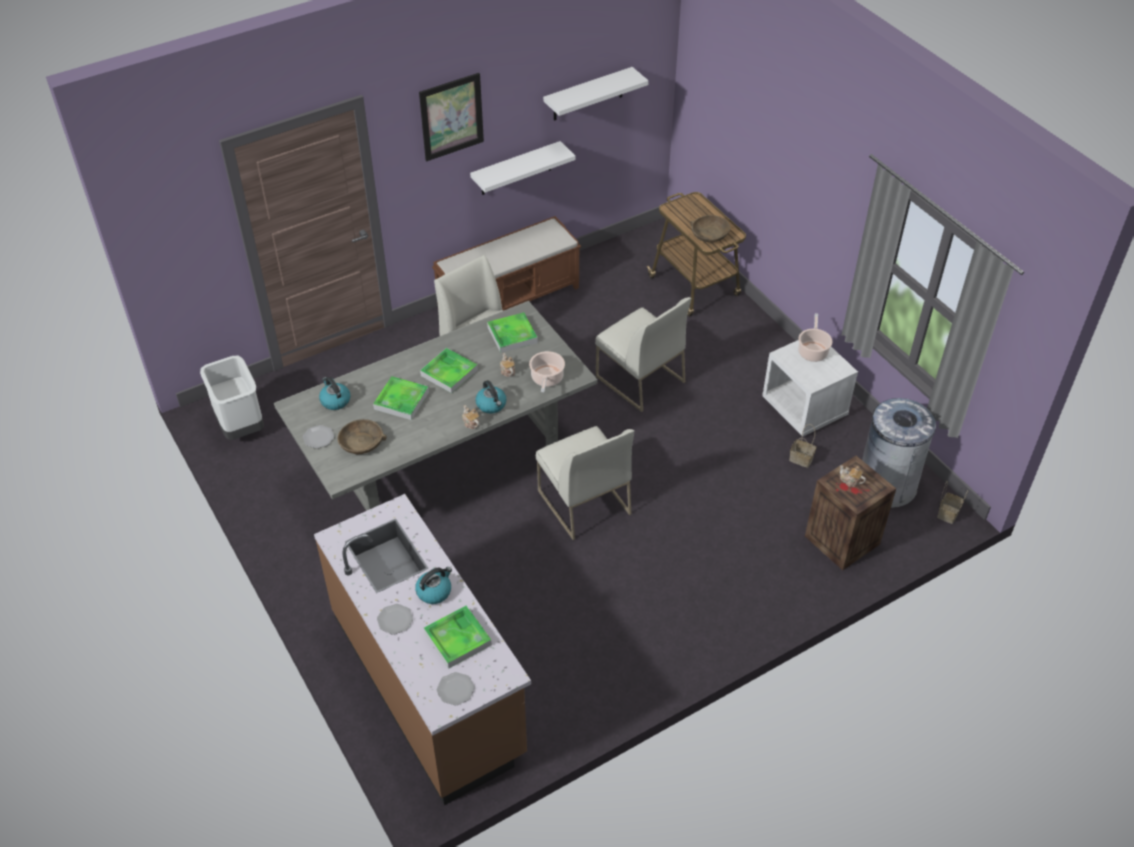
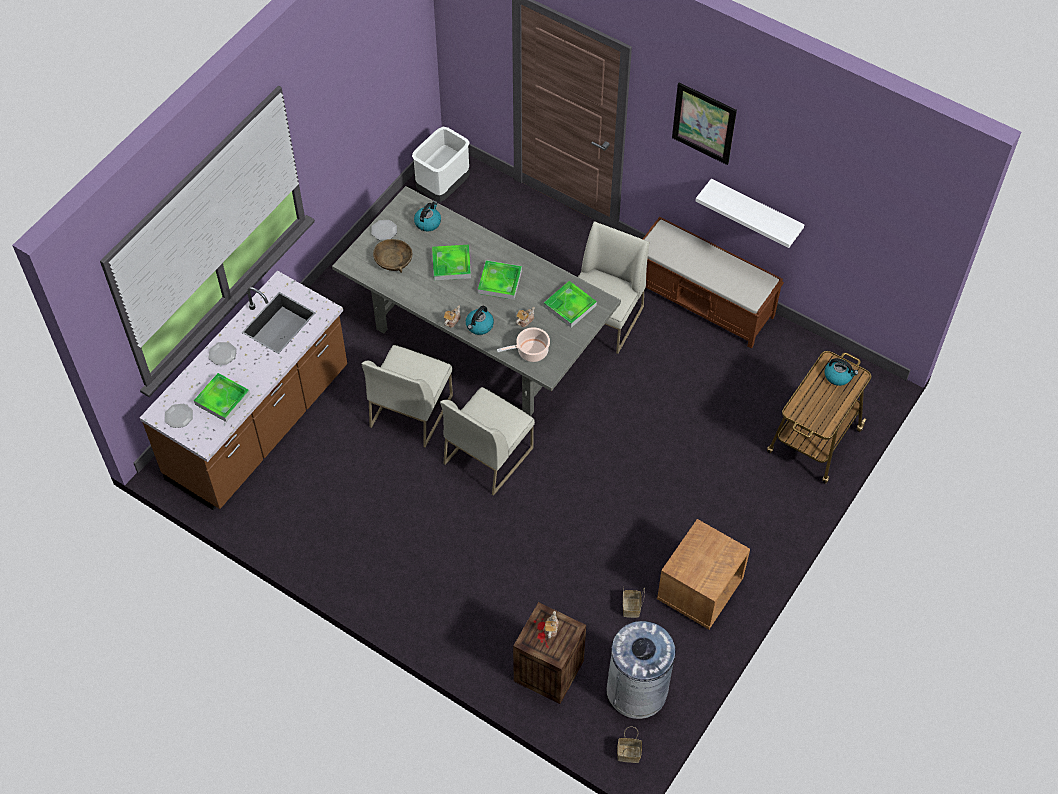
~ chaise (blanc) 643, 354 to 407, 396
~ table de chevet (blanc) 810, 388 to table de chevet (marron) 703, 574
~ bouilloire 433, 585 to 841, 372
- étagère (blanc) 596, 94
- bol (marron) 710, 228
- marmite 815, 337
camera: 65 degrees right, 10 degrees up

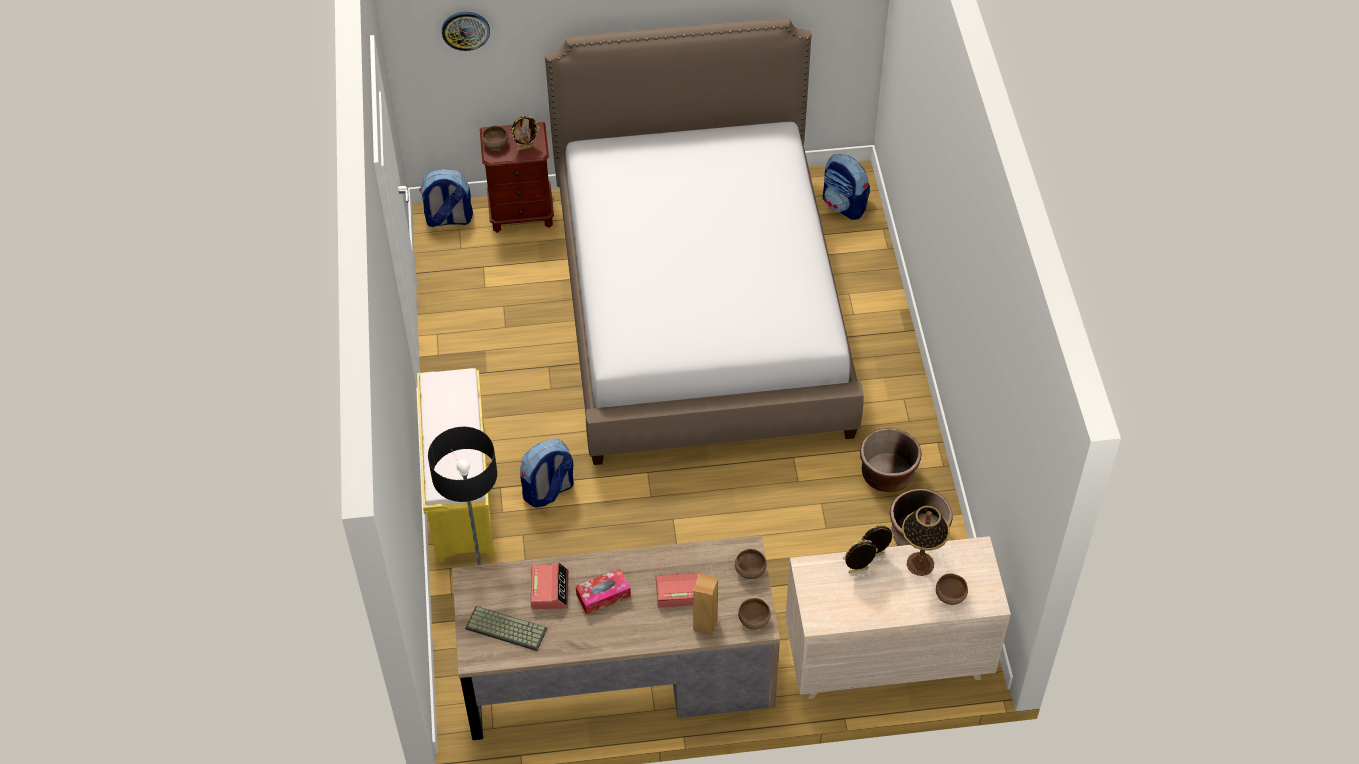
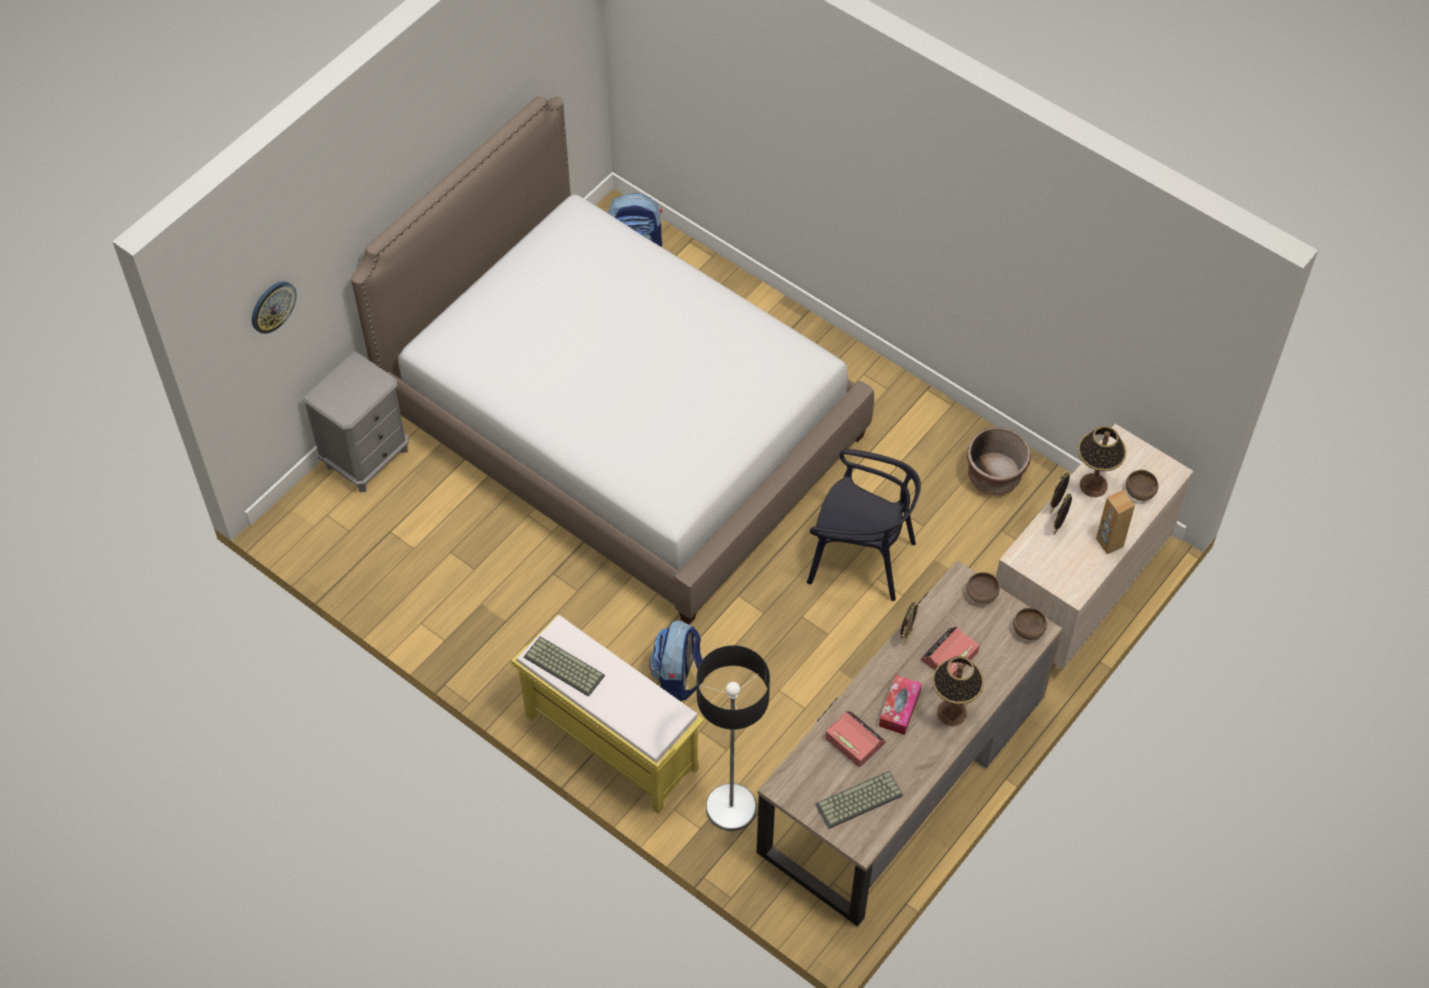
~ table de chevet (marron) 517, 177 to table de chevet (gris) 355, 421
+ clavier 564, 666
+ chaise (noir) 864, 525
~ cadre photo 524, 133 to 909, 623
+ lampe de table 958, 691
~ enceinte (marron) 705, 604 to 1115, 522
- sac à dos 446, 198
- bol (marron) 495, 137
- cache-pot (marron) 891, 460
camera: 45 degrees left, 5 degrees up

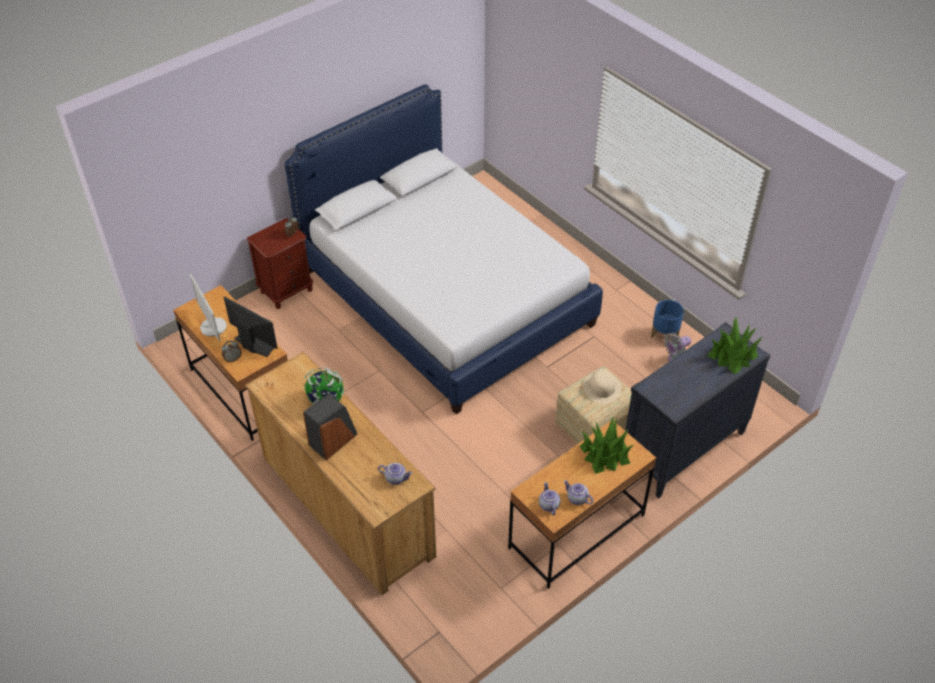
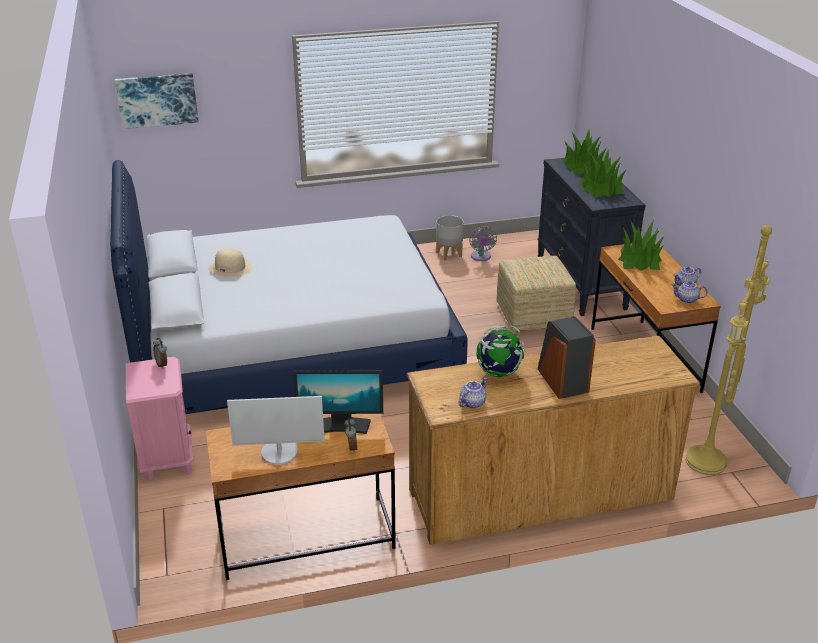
+ tableau 157, 101
~ table de chevet (marron) 279, 263 to table de chevet (rose) 160, 419
~ chapeau (beige) 602, 386 to 230, 262
~ écran d'ordinateur 251, 326 = 338, 402 150 degrees counterclockwise
~ cache-pot (bleu) 667, 323 to cache-pot (gris) 450, 238
~ théière 395, 474 to 473, 393
+ plante en pot 603, 174
+ lampadaire (jaune) 728, 350
camera: 65 degrees left, 15 degrees down

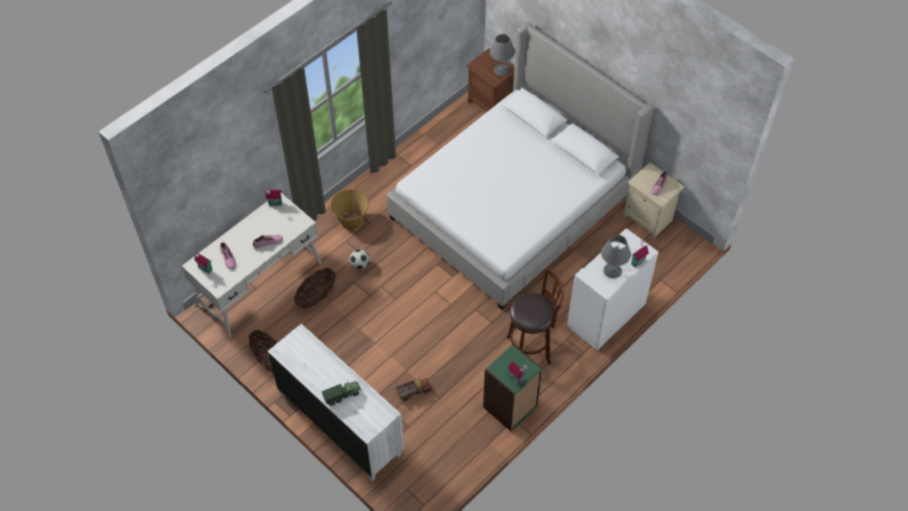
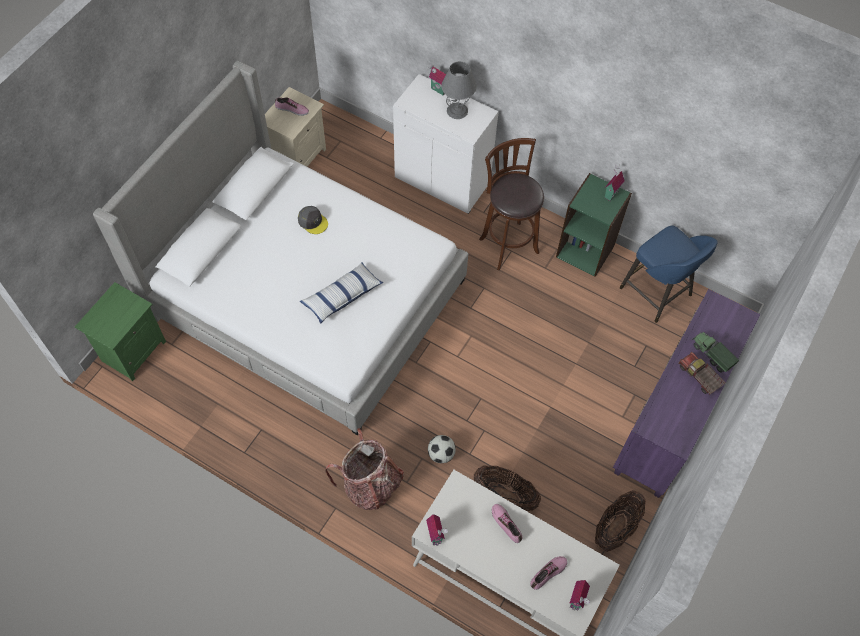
~ table de chevet (marron) 490, 80 to table de chevet (vert) 120, 332
+ casquette (gris) 313, 220
+ coussin 341, 293
~ panier 349, 209 to sac à dos 365, 469
~ commode (blanc) 336, 402 to commode (violet) 686, 393
+ tabouret (bleu) 669, 274
~ camion jouet 414, 389 to 702, 373
- lampe de table (gris) 502, 55
camera: 105 degrees left, 5 degrees up

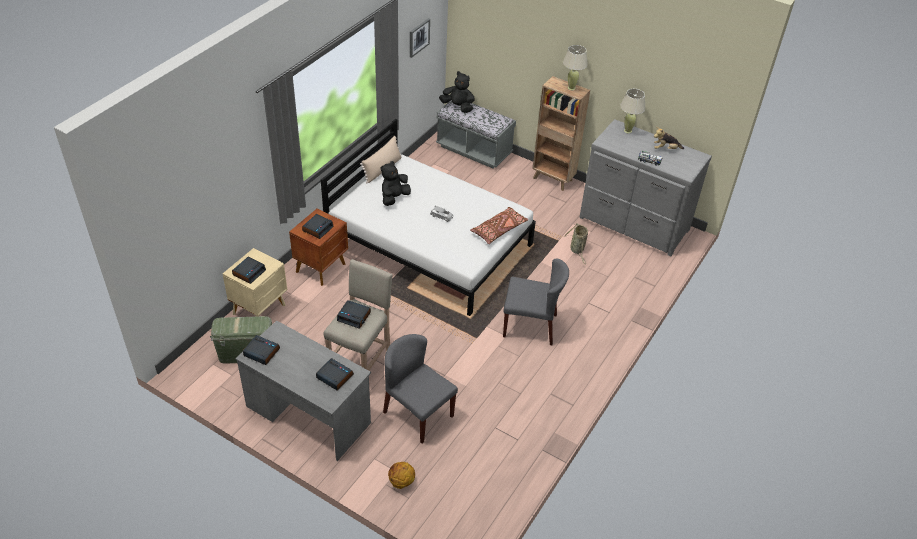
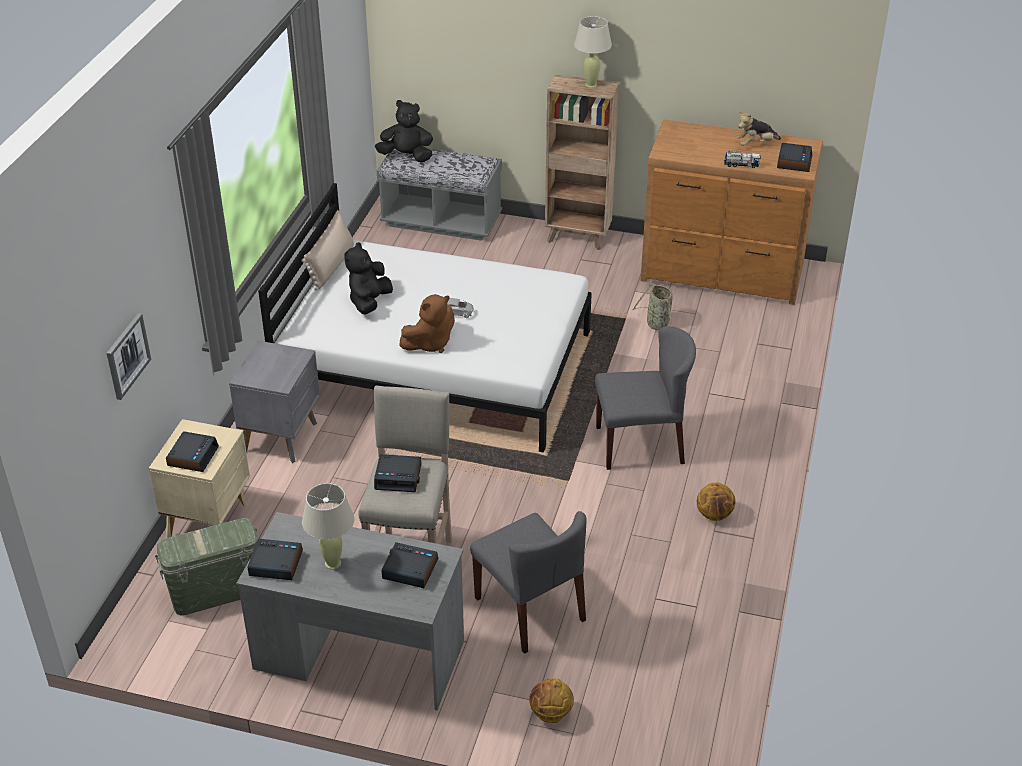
~ tableau 420, 38 to 129, 356
~ table de chevet (marron) 318, 247 to table de chevet (gris) 274, 402
~ lampe de table (beige) 632, 111 to 328, 526
+ peluche (marron) 427, 323
~ chaise (gris) 420, 388 = 528, 582 150 degrees counterclockwise
~ commode (gris) 645, 188 to commode (marron) 731, 212
+ ballon de basket 716, 501
~ réveil 318, 226 to 794, 157
- coussin (marron) 499, 225
camera: 15 degrees left, 5 degrees down

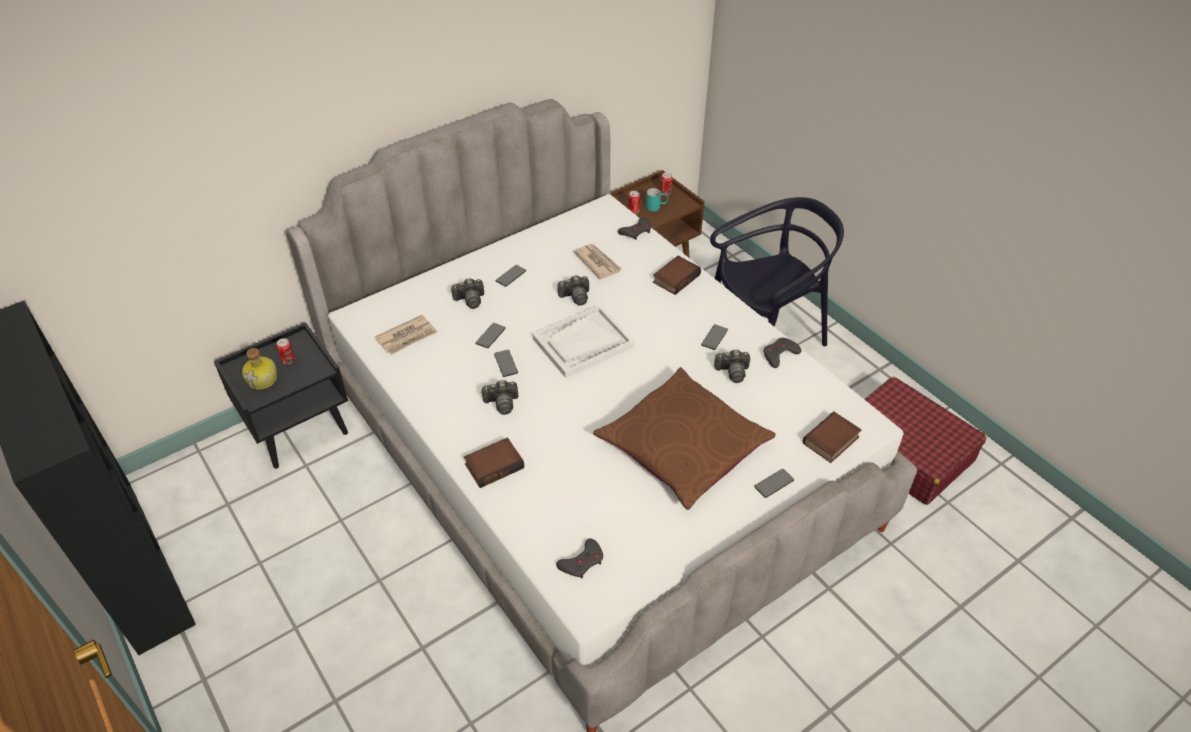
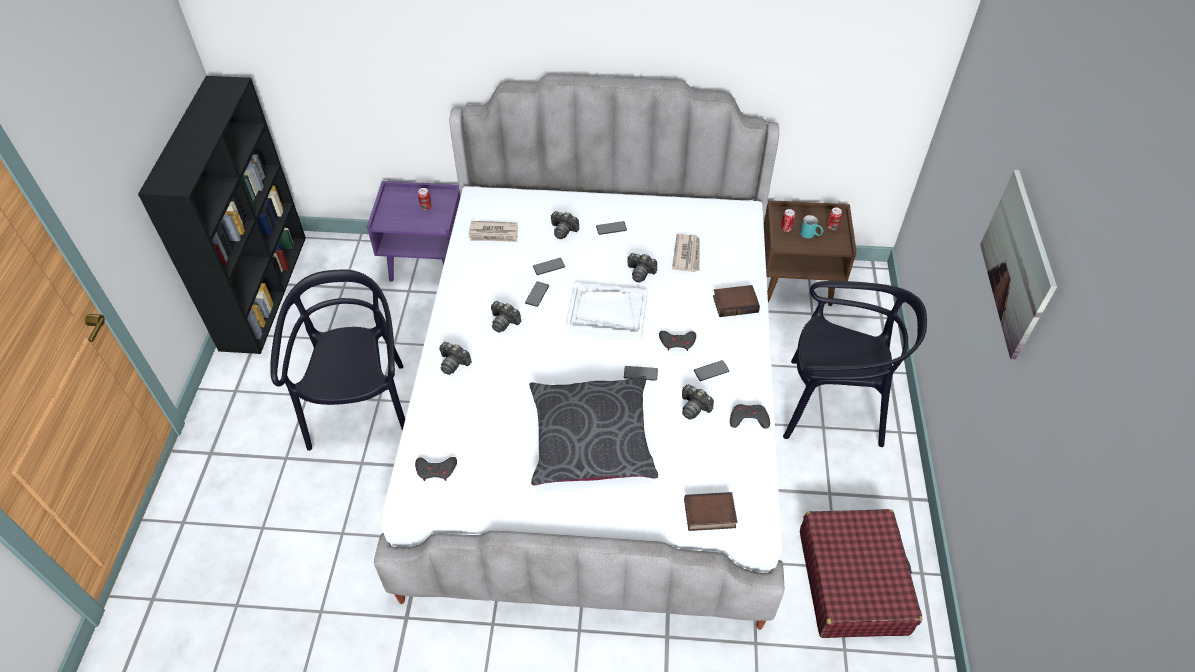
+ chaise (noir) 337, 360
~ table de chevet (noir) 281, 395 to table de chevet (violet) 413, 231
~ livre 494, 463 to appareil photo 455, 358
~ coussin (marron) 684, 438 to coussin (gris) 593, 431
~ téléphone 774, 483 to 641, 373
~ manette (gris) 635, 229 to 677, 341
+ tableau 1018, 264
- bouteille 259, 368
camera: 40 degrees right, 5 degrees up

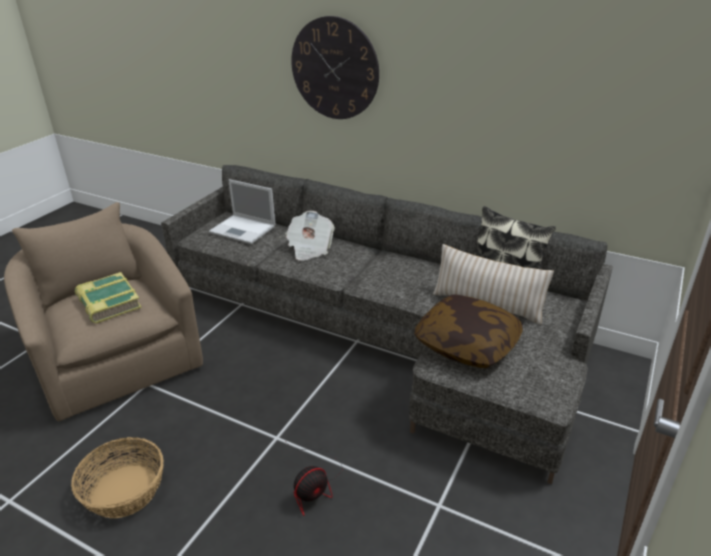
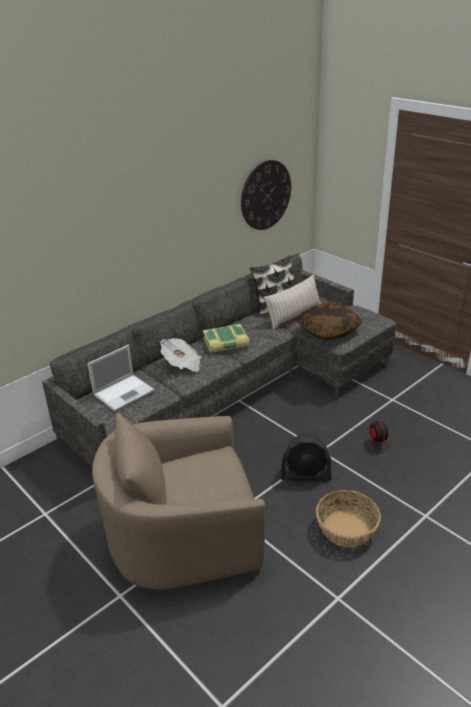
~ livre 108, 298 to 226, 338
~ horloge murale 335, 67 to 266, 195
+ ventilateur (noir) 306, 457
camera: 70 degrees left, 0 degrees up

